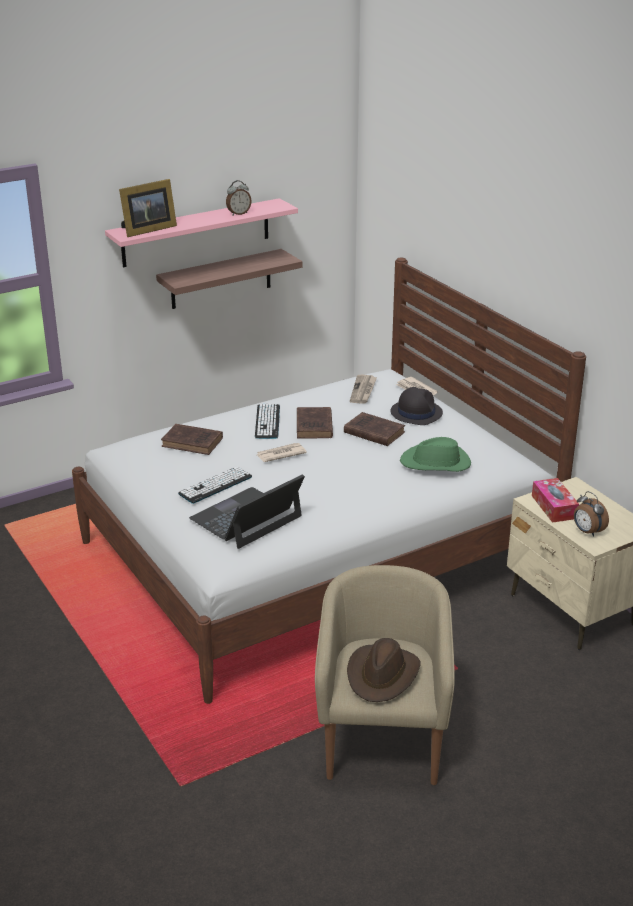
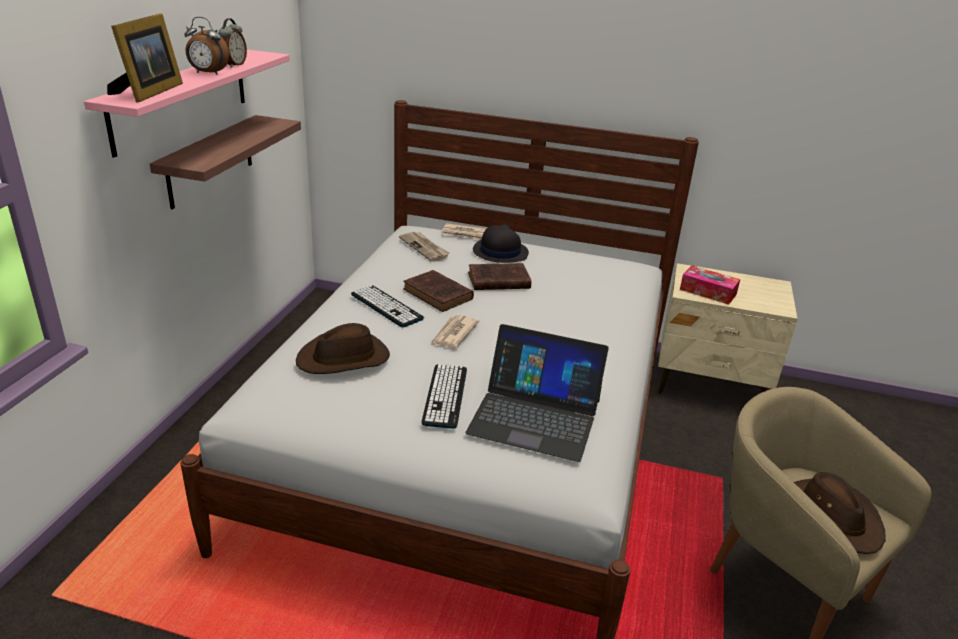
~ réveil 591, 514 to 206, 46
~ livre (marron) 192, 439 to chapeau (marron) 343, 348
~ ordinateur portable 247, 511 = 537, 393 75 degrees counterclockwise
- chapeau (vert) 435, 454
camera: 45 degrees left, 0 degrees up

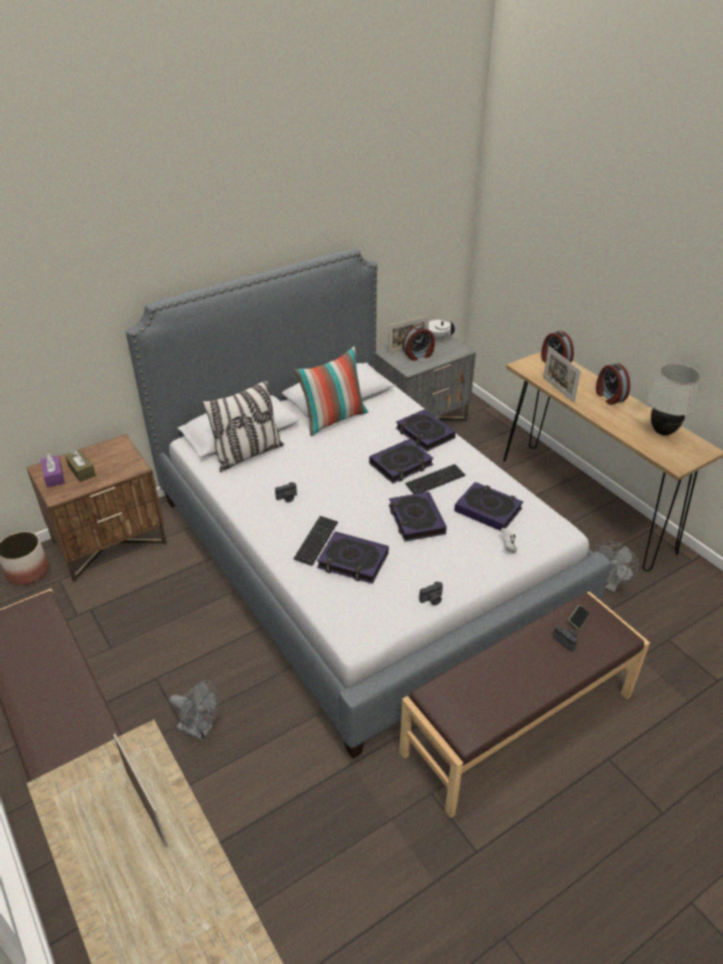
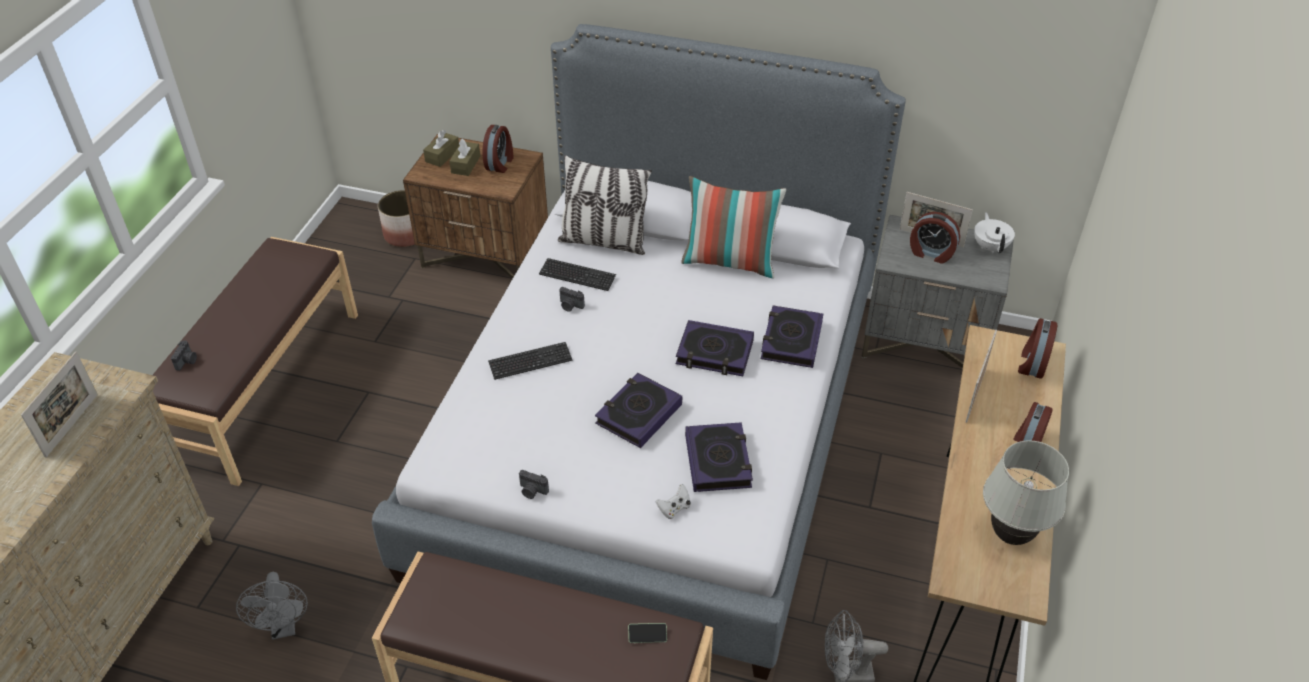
~ appareil photo 565, 638 to 184, 355
~ ventilateur (gris) 194, 710 to 272, 606
~ boîte à mouchoirs (violet) 53, 470 to boîte à mouchoirs (marron) 441, 148
+ réveil 498, 149
~ clavier 435, 479 to 577, 274
- livre 353, 557
camera: 50 degrees right, 5 degrees up

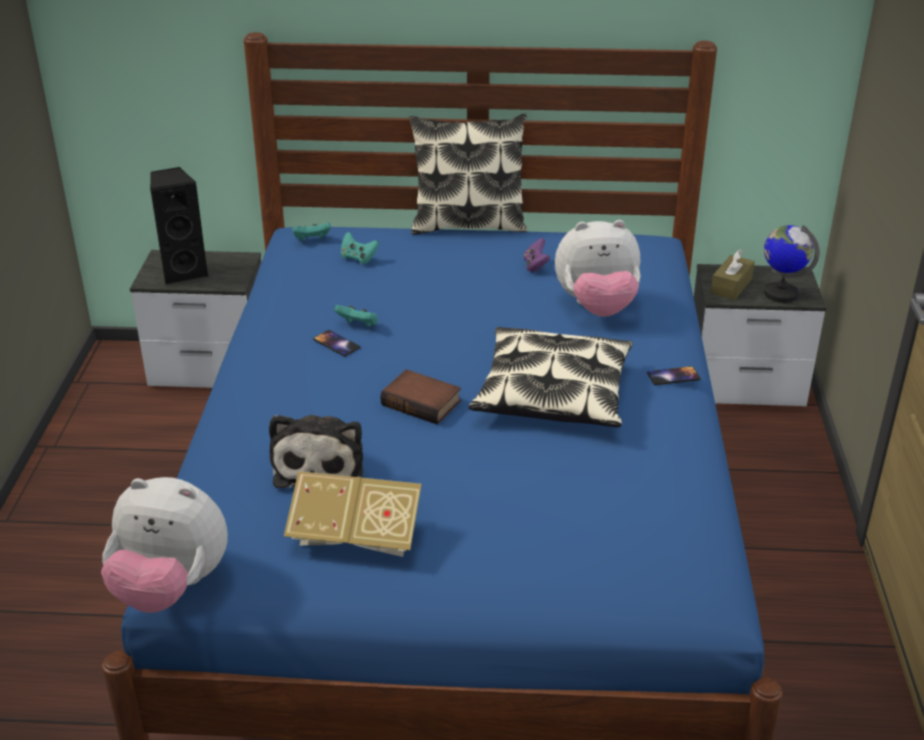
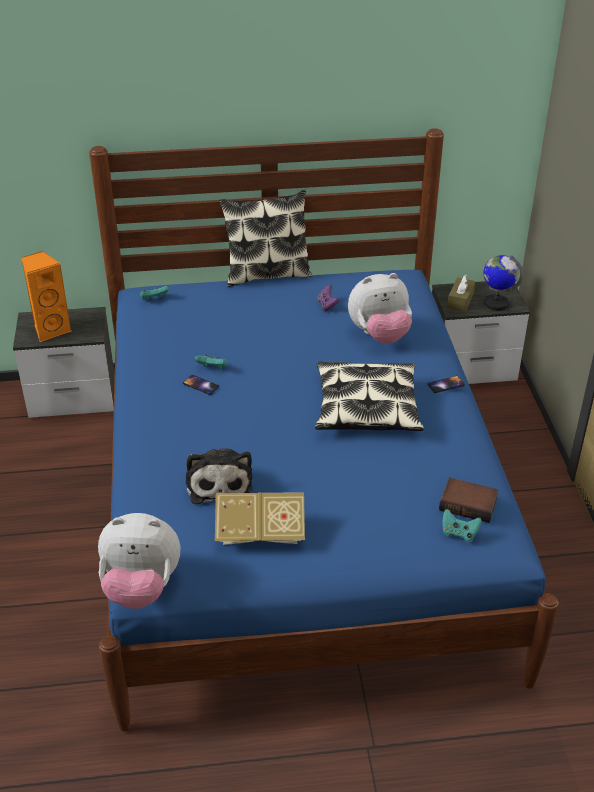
~ enceinte (noir) 179, 226 to enceinte (orange) 46, 296
~ livre 420, 396 to 468, 500
~ manette (turquoise) 360, 248 to 461, 525
camera: 10 degrees left, 5 degrees up

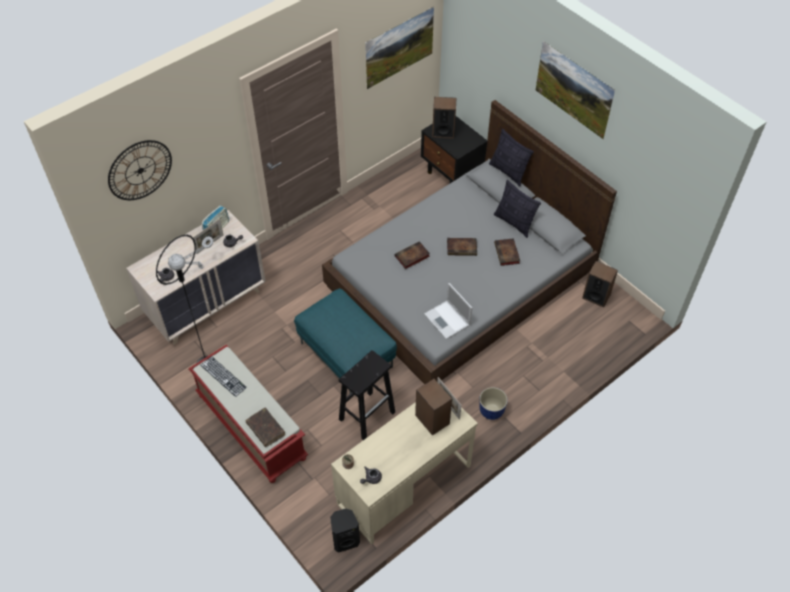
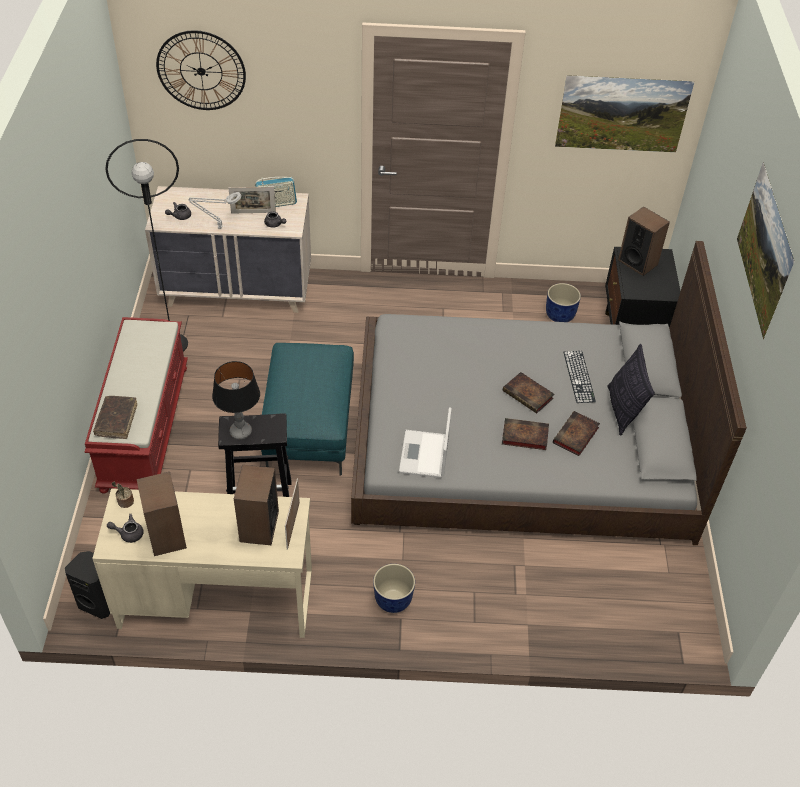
~ enceinte 600, 284 to 162, 514
+ lampe de table 236, 400
~ livre 412, 255 to 525, 434
+ cache-pot (bleu) 563, 302
~ clavier 223, 376 to 580, 377
- coussin 511, 158
camera: 40 degrees right, 5 degrees down

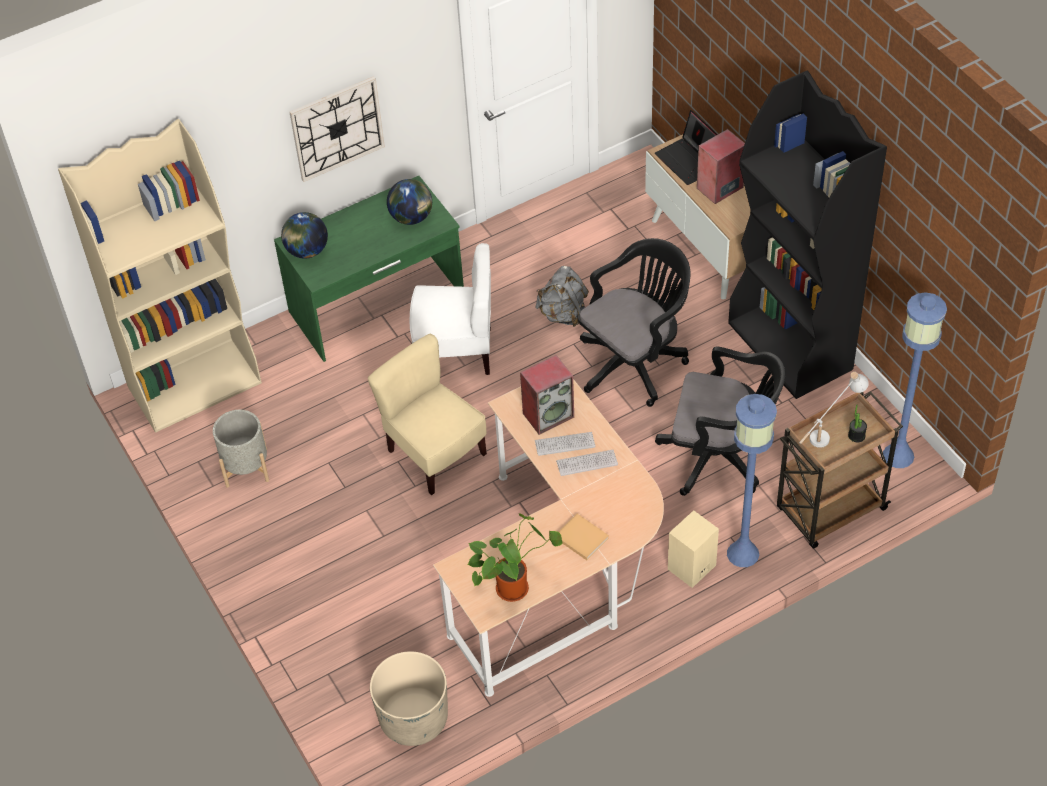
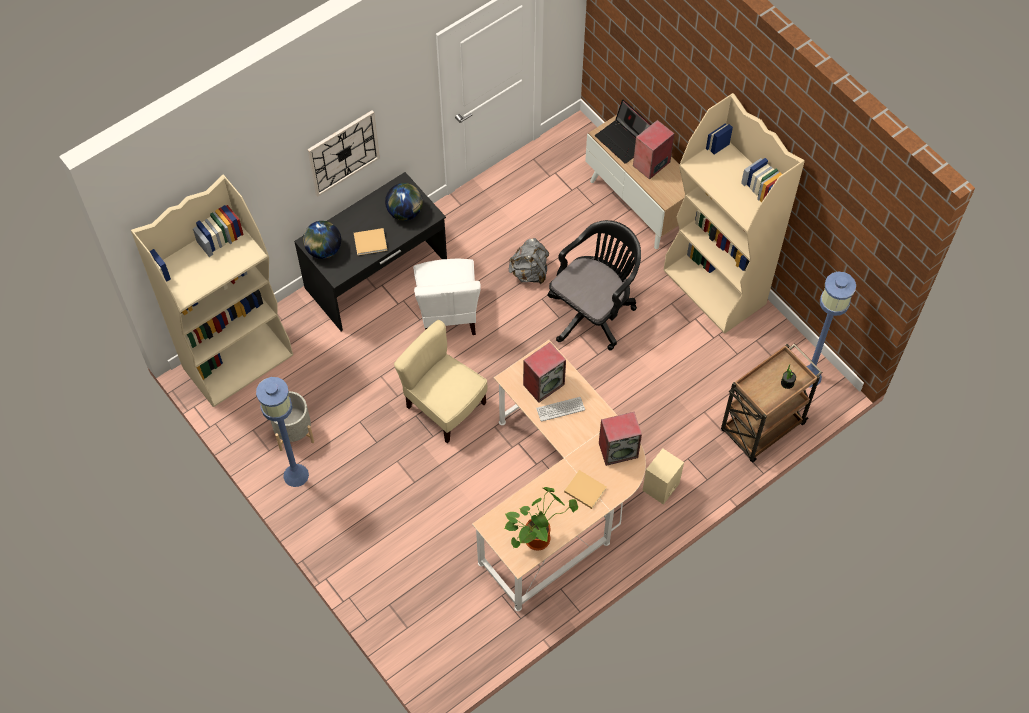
~ lampadaire (bleu) 752, 480 to 282, 432
~ bureau (vert) 369, 269 to bureau (noir) 370, 251
+ livre (beige) 370, 242
~ chaise (blanc) 450, 309 = 447, 297 90 degrees clockwise
+ enceinte 620, 439
~ bibliothèque (noir) 807, 235 to bibliothèque (beige) 734, 213
- cache-pot (beige) 409, 698
- clavier 587, 463
- chaise de bureau (noir) 720, 421
- lampe de table (blanc) 834, 410
camera: 10 degrees left, 10 degrees up

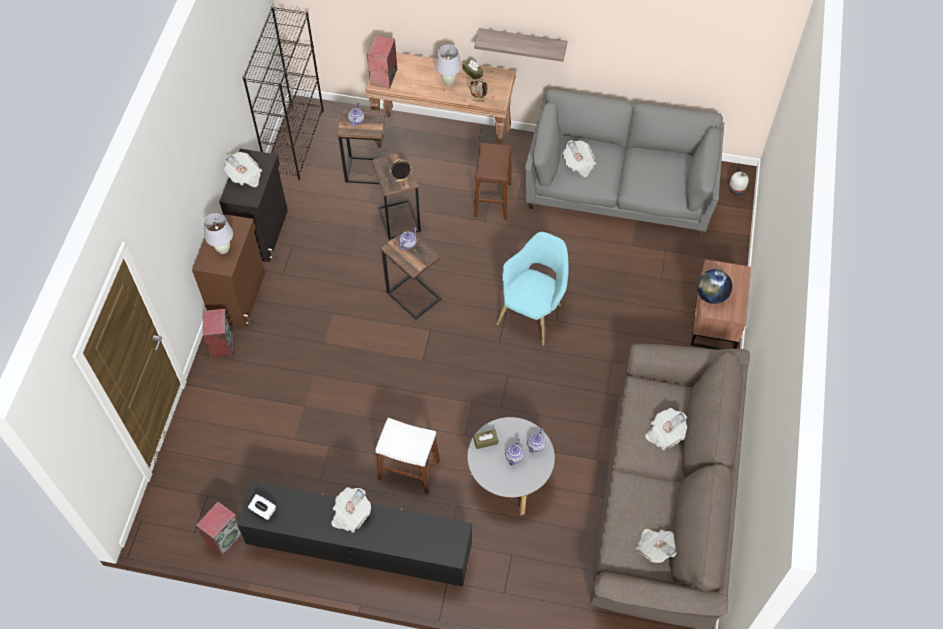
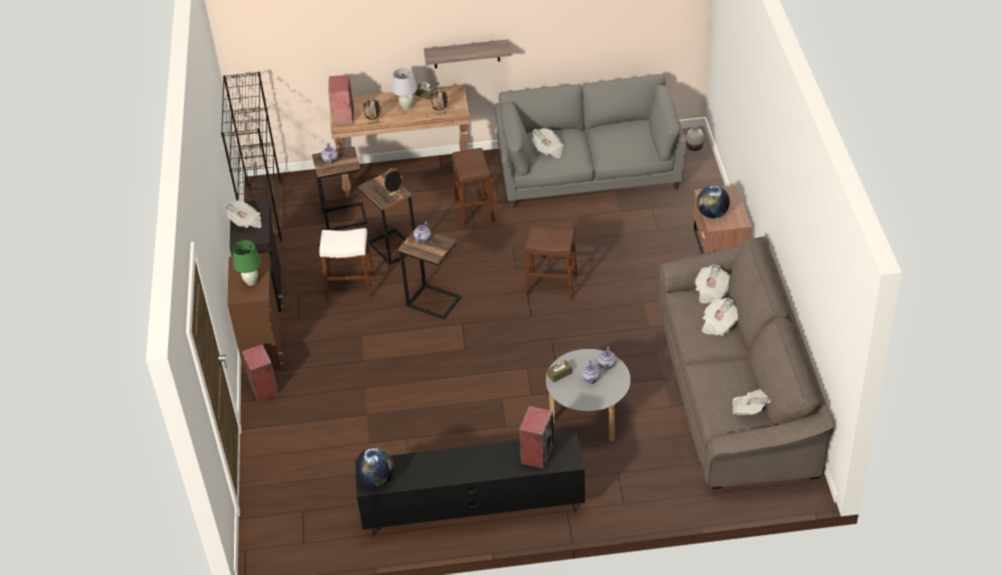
~ lampe de table (blanc) 218, 233 to lampe de table (vert) 246, 263
~ tabouret (blanc) 407, 456 to 347, 264
~ boîte à mouchoirs (blanc) 262, 507 to globe 375, 466
+ cadre photo 372, 111
~ enceinte 219, 529 to 536, 437
~ fauteuil (turquoise) 532, 289 to tabouret (marron) 551, 262
~ journal 351, 510 to 712, 283
camera: 15 degrees left, 15 degrees down

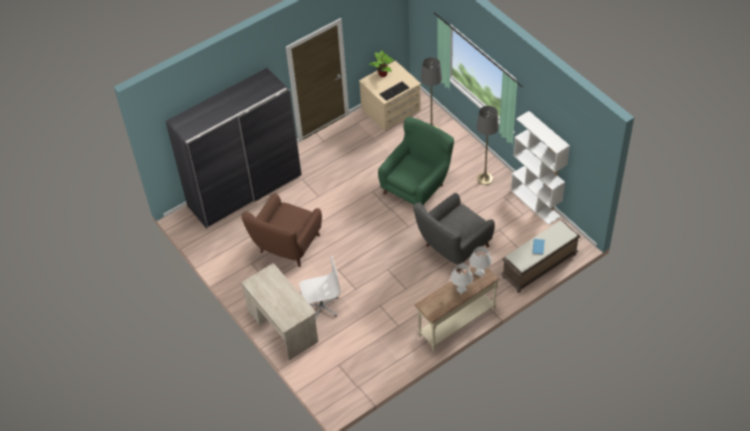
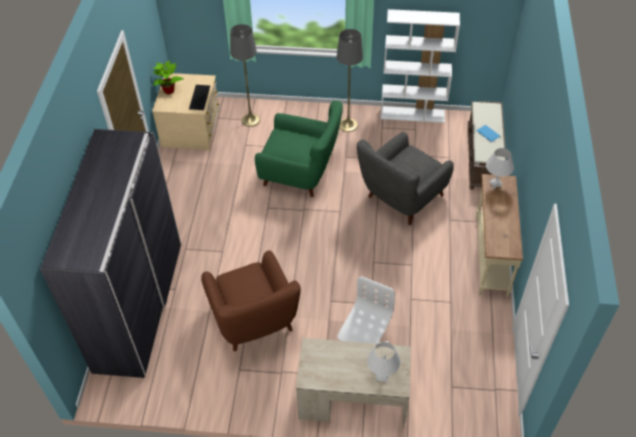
~ fauteuil (vert) 416, 161 = 299, 148 120 degrees clockwise
~ fauteuil (gris) 454, 232 = 405, 178 45 degrees clockwise
~ lampe de table (blanc) 461, 279 to 383, 362
camera: 50 degrees left, 0 degrees up

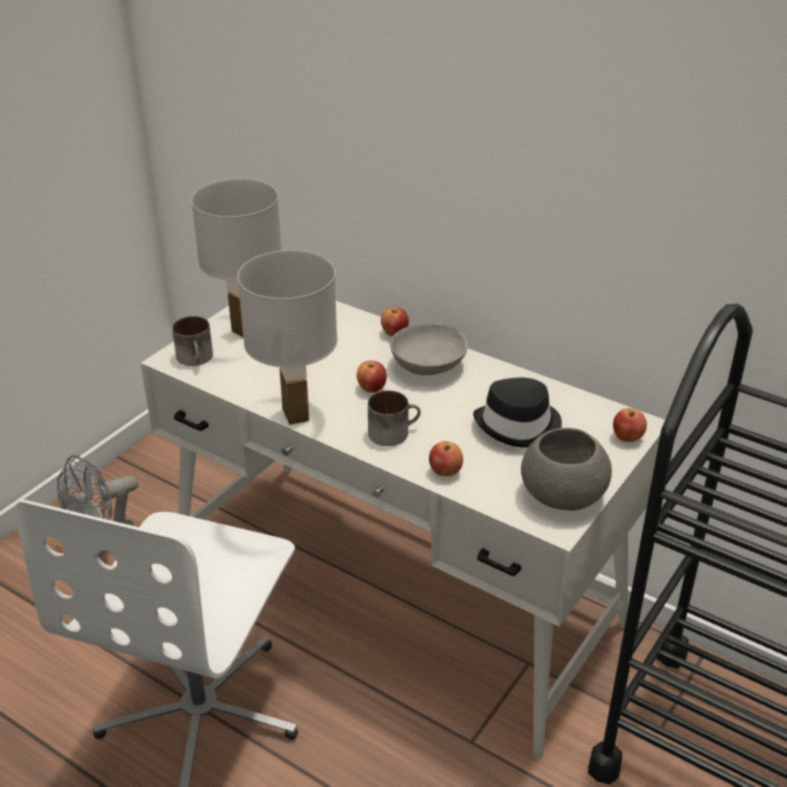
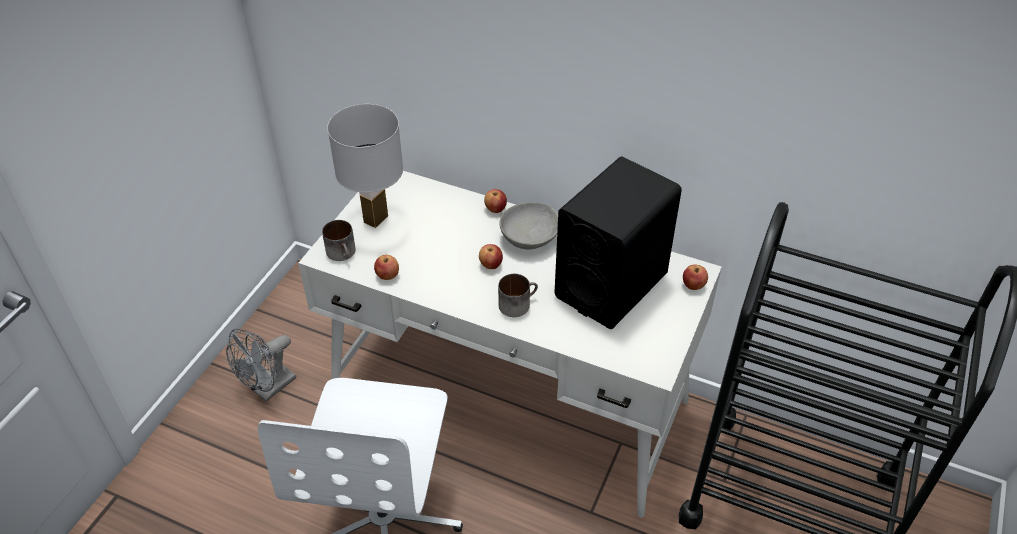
~ pomme 446, 459 to 386, 267
~ chapeau (noir) 517, 412 to enceinte (noir) 618, 243
- lampe de table (blanc) 288, 337
- bol (gris) 566, 469
camera: 10 degrees left, 10 degrees up

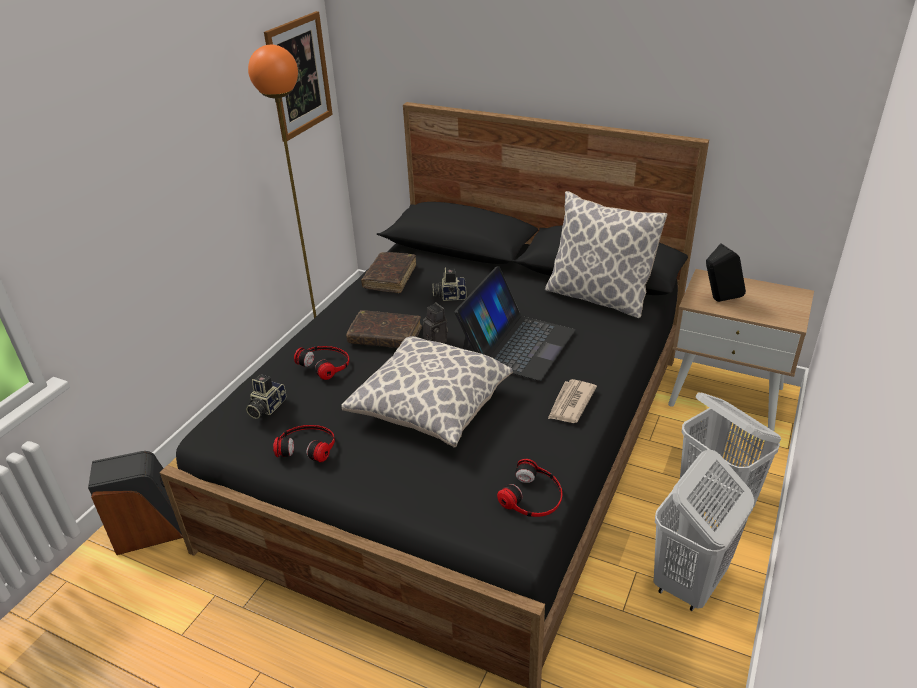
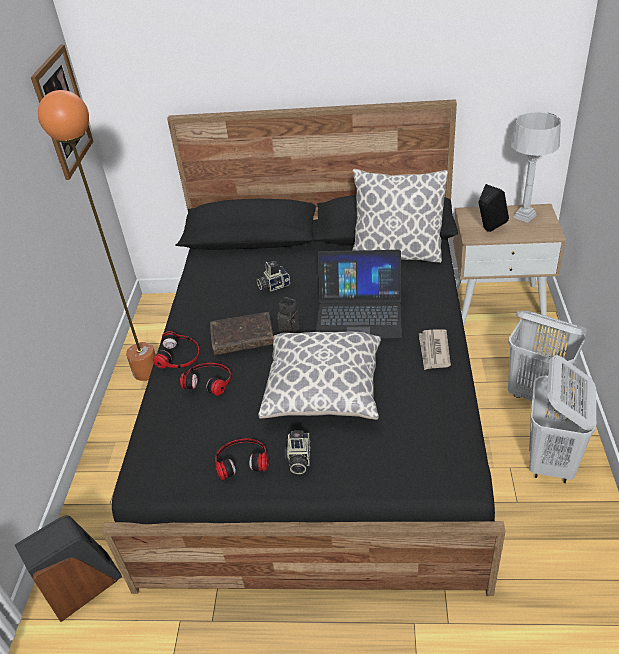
~ casque audio 529, 488 to 176, 350
~ appareil photo 266, 396 to 297, 452
~ ordinateur portable 515, 323 = 359, 294 90 degrees clockwise
+ lampe de table (gris) 536, 167
- livre (marron) 388, 272
camera: 20 degrees left, 5 degrees up

